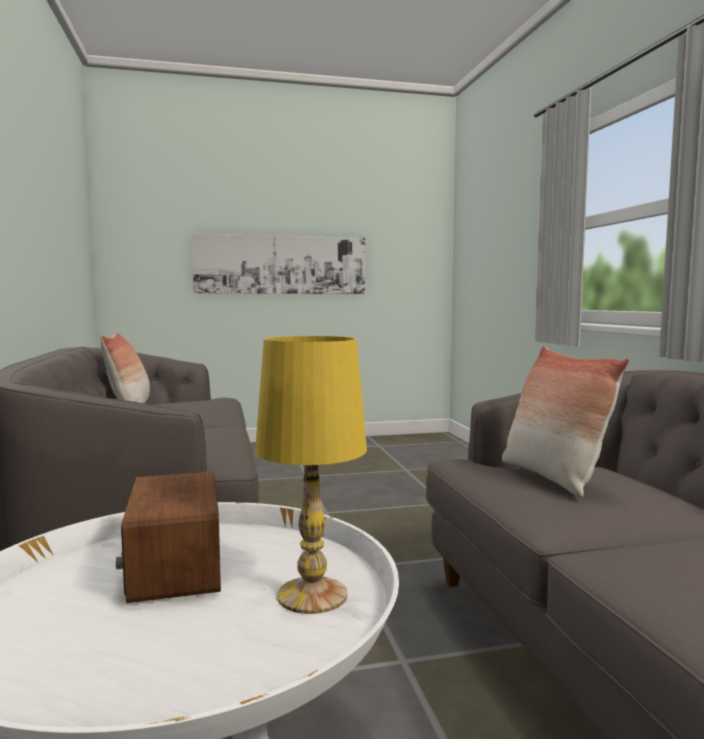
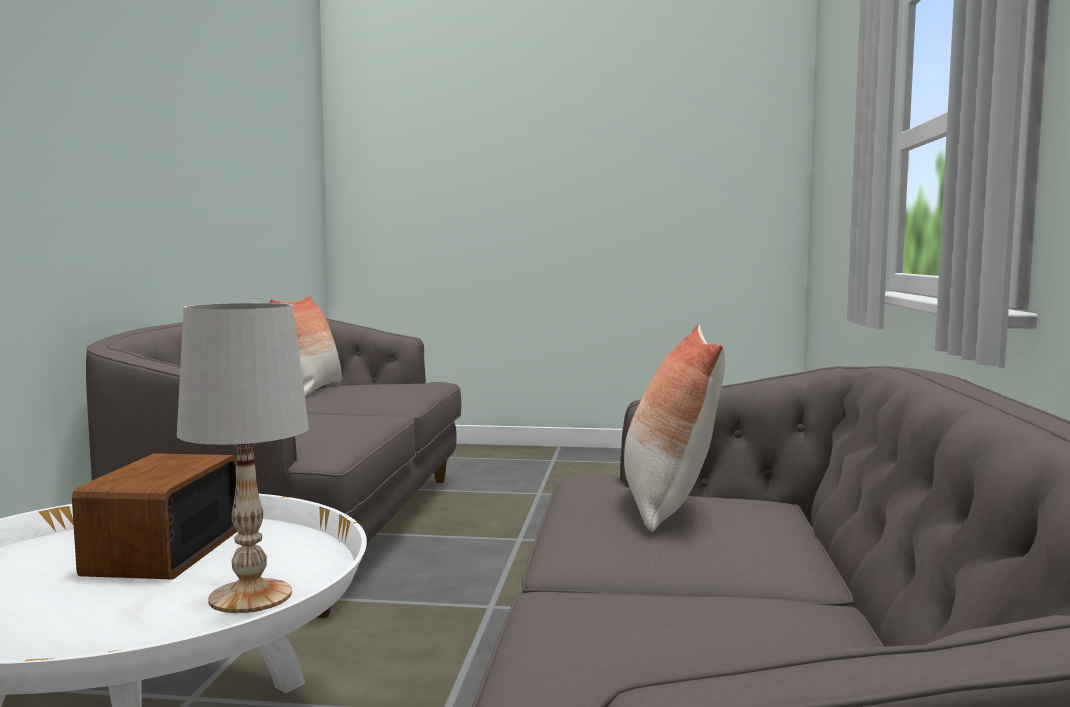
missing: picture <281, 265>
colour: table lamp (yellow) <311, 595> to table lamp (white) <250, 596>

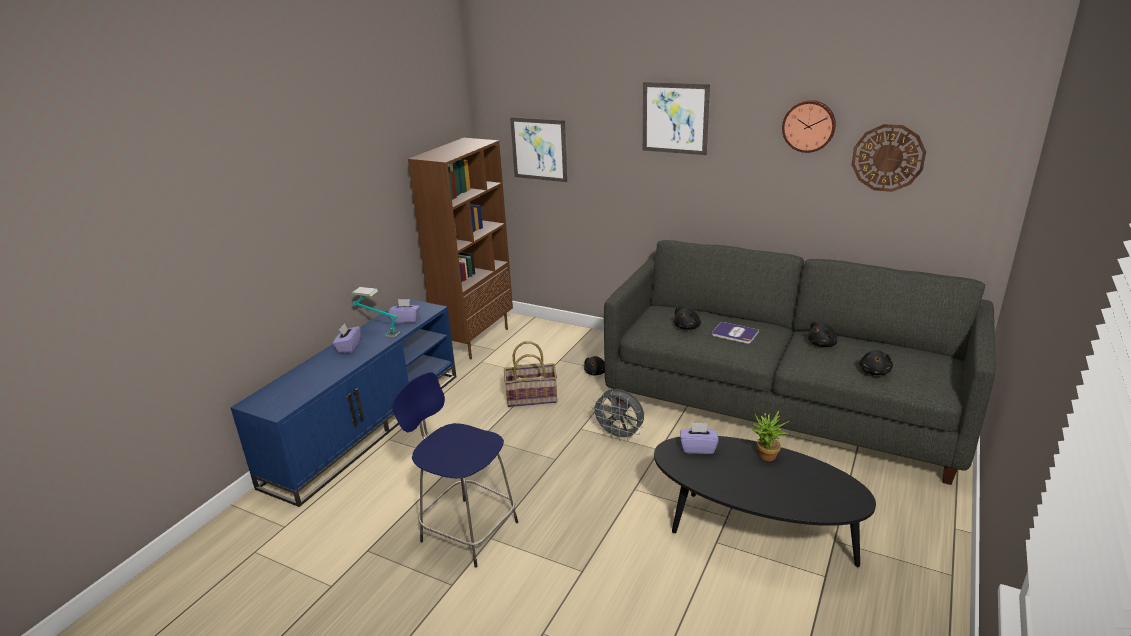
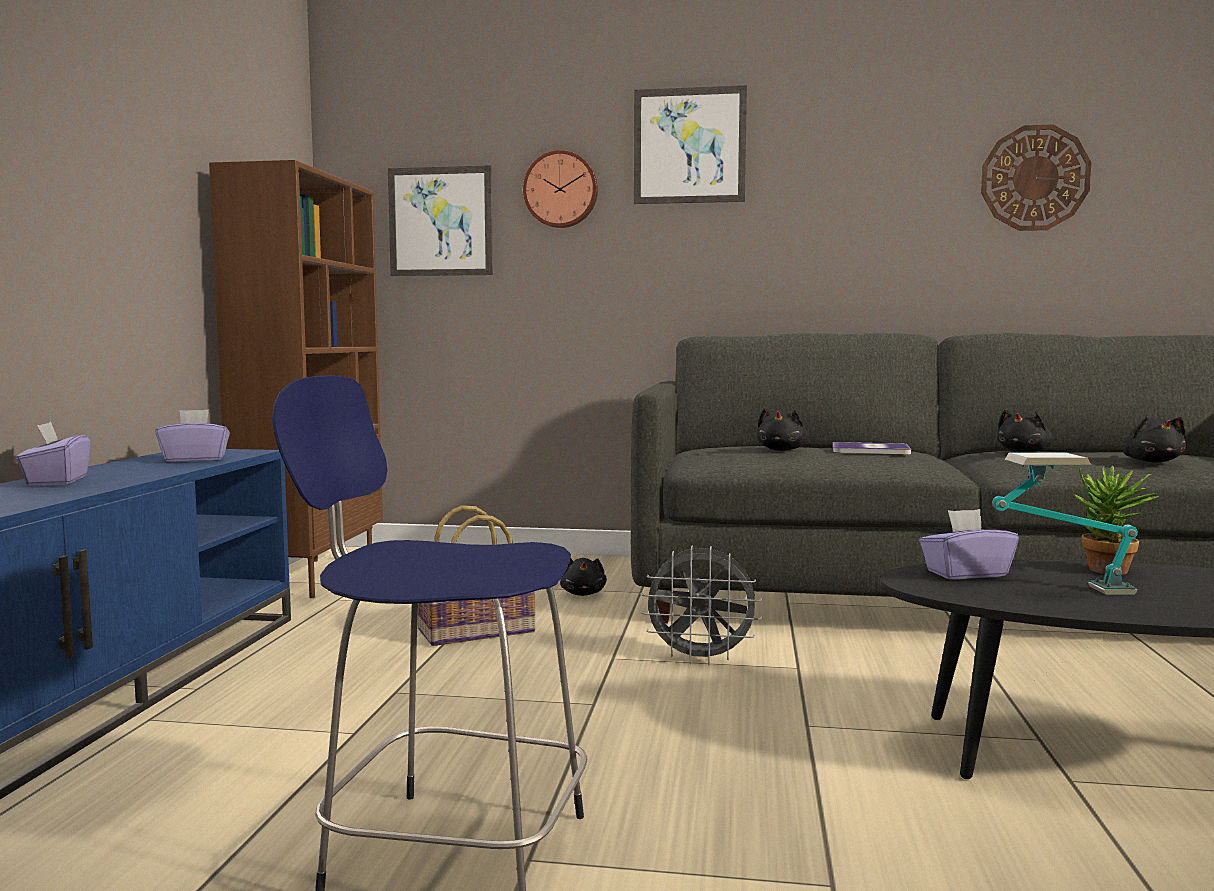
relocated: wall clock <809, 126> to <561, 190>; table lamp <378, 332> to <1061, 590>

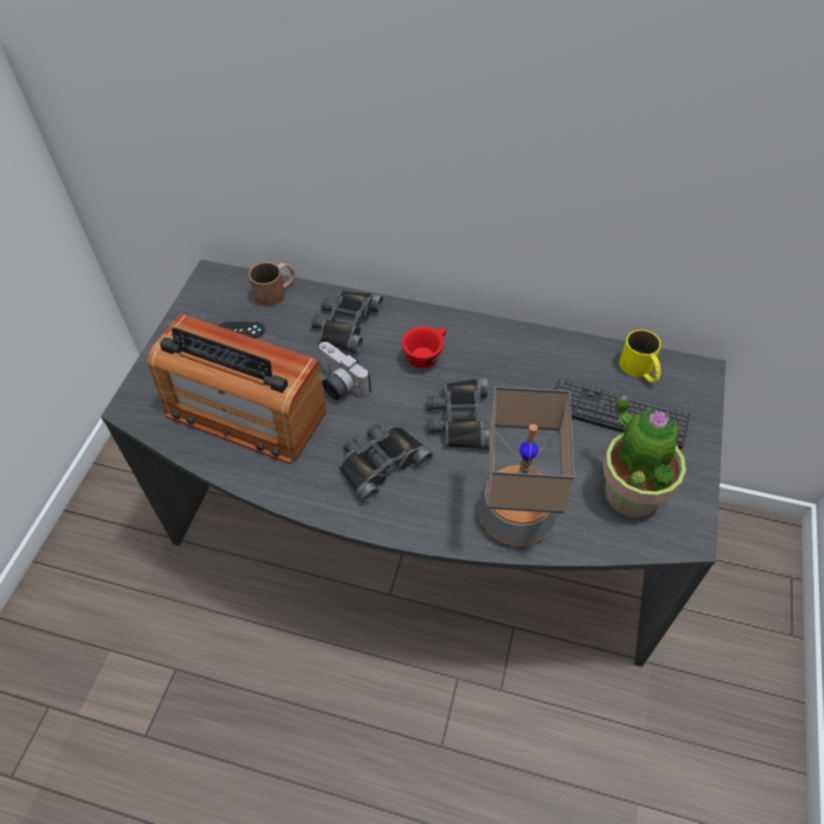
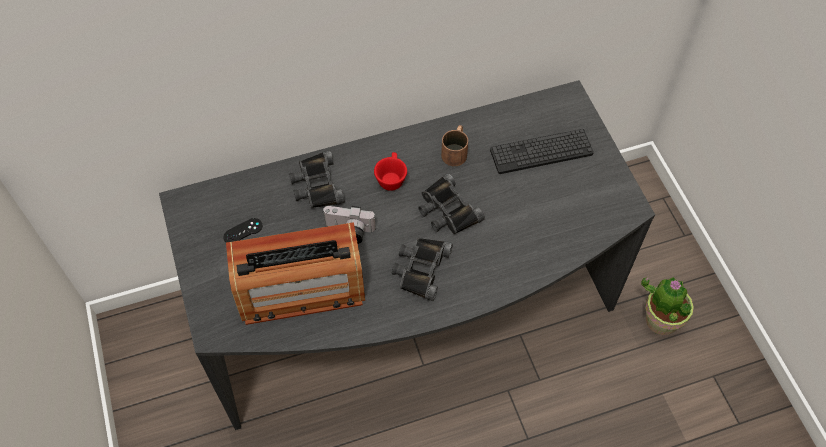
missing: table lamp <516, 514>; mug (yellow) <640, 370>
relocated: mug (brown) <276, 292> to <455, 150>; potted plant <631, 492> to <661, 320>

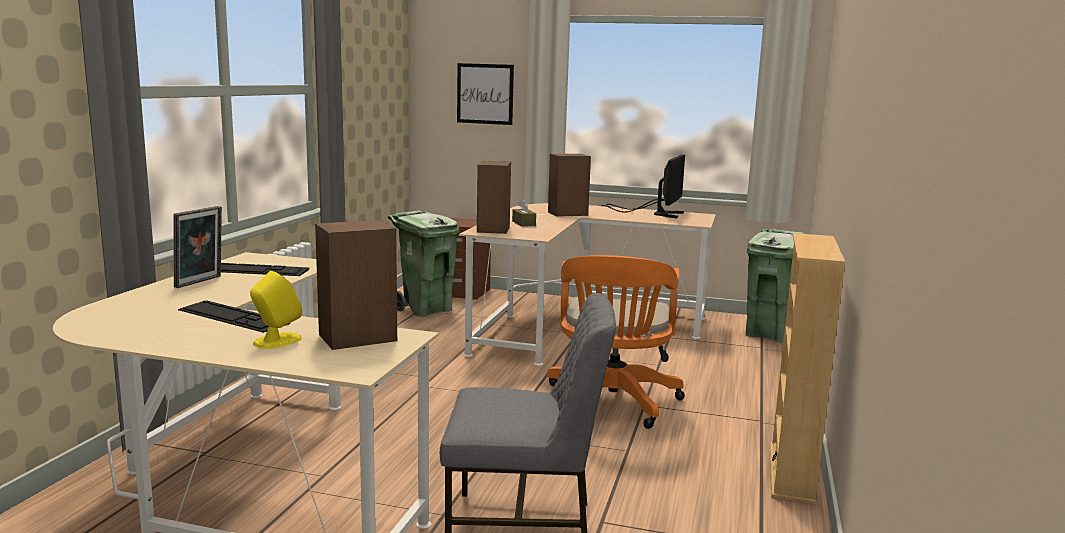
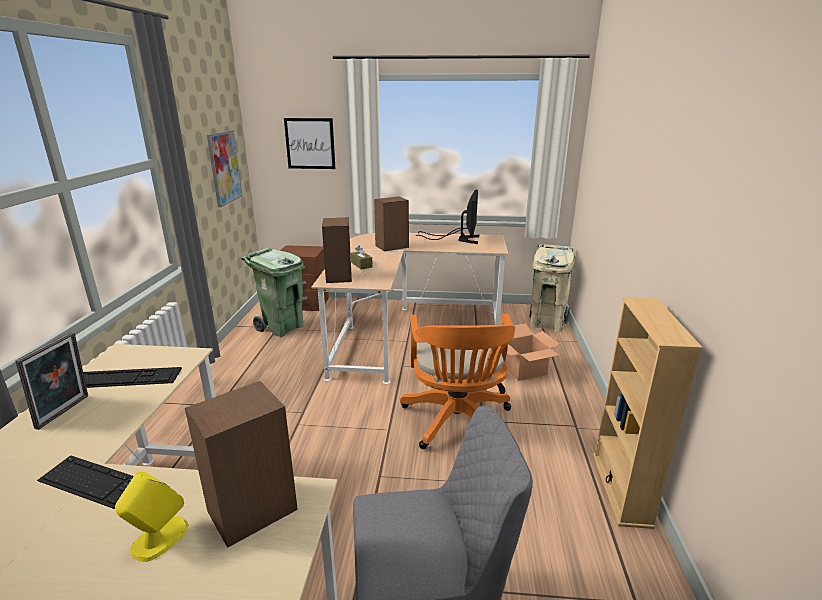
appeared: picture <224, 167>; cardboard box <524, 369>
colour: trash can (green) <770, 334> to trash can (beige) <547, 323>

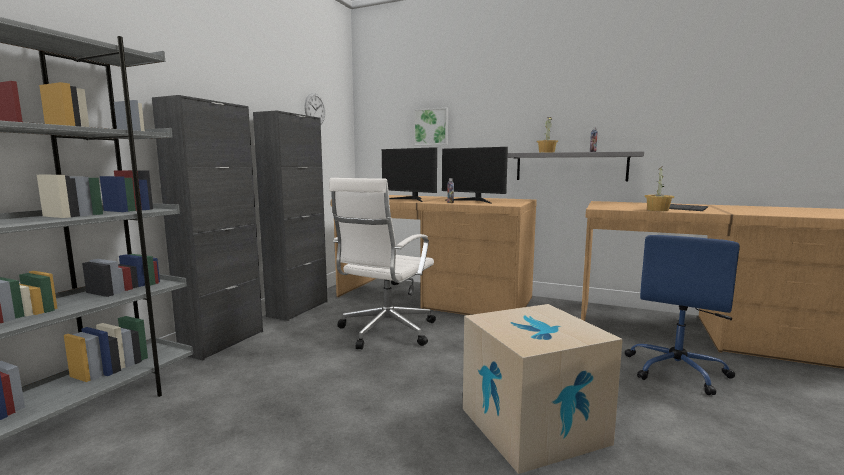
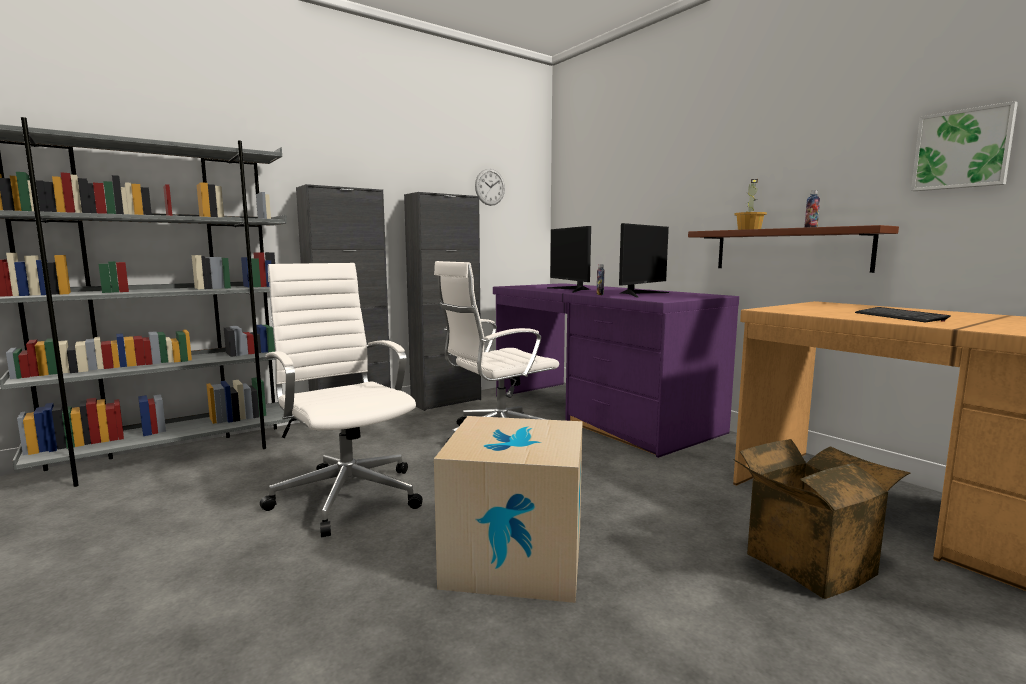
missing: potted plant <658, 210>
appeared: office chair (white) <347, 495>
relocated: picture <431, 127> to <962, 149>
exchanged: office chair (blue) <676, 370> to cardboard box <806, 561>
colour: desk (brown) <433, 297> to desk (purple) <598, 413>; shelf (grey) <570, 166> to shelf (brown) <789, 249>
spun: monitor <474, 201> = <639, 294> 120 degrees counterclockwise

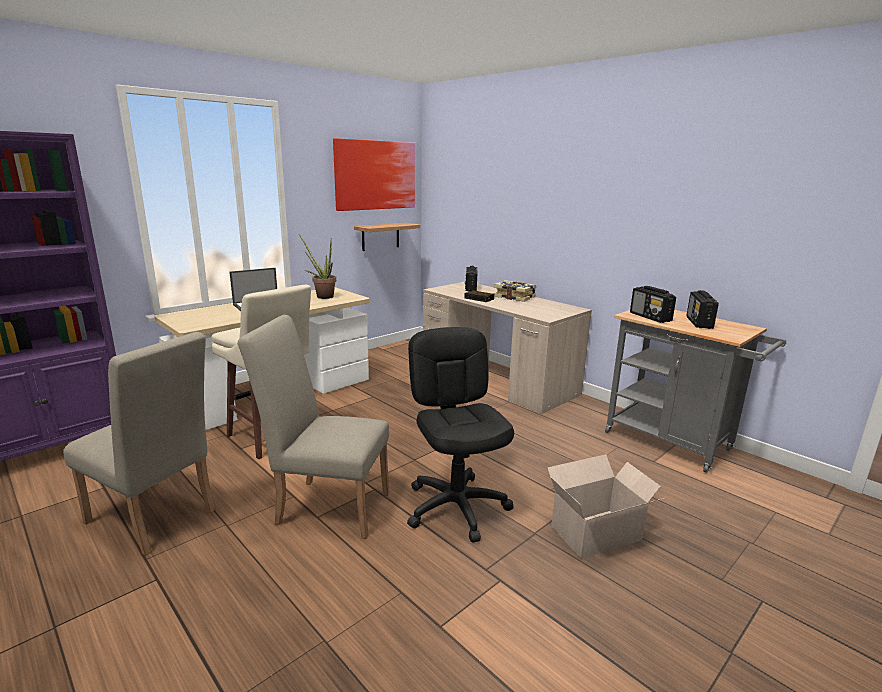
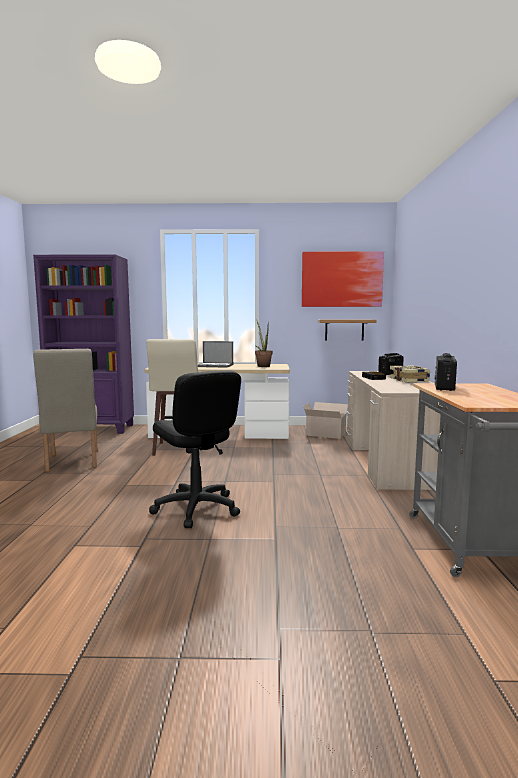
missing: chair (beige) <326, 505>; radio <699, 323>
relocated: cardboard box <598, 533> to <327, 434>
spun: office chair (black) <457, 507> = <196, 509> 120 degrees clockwise

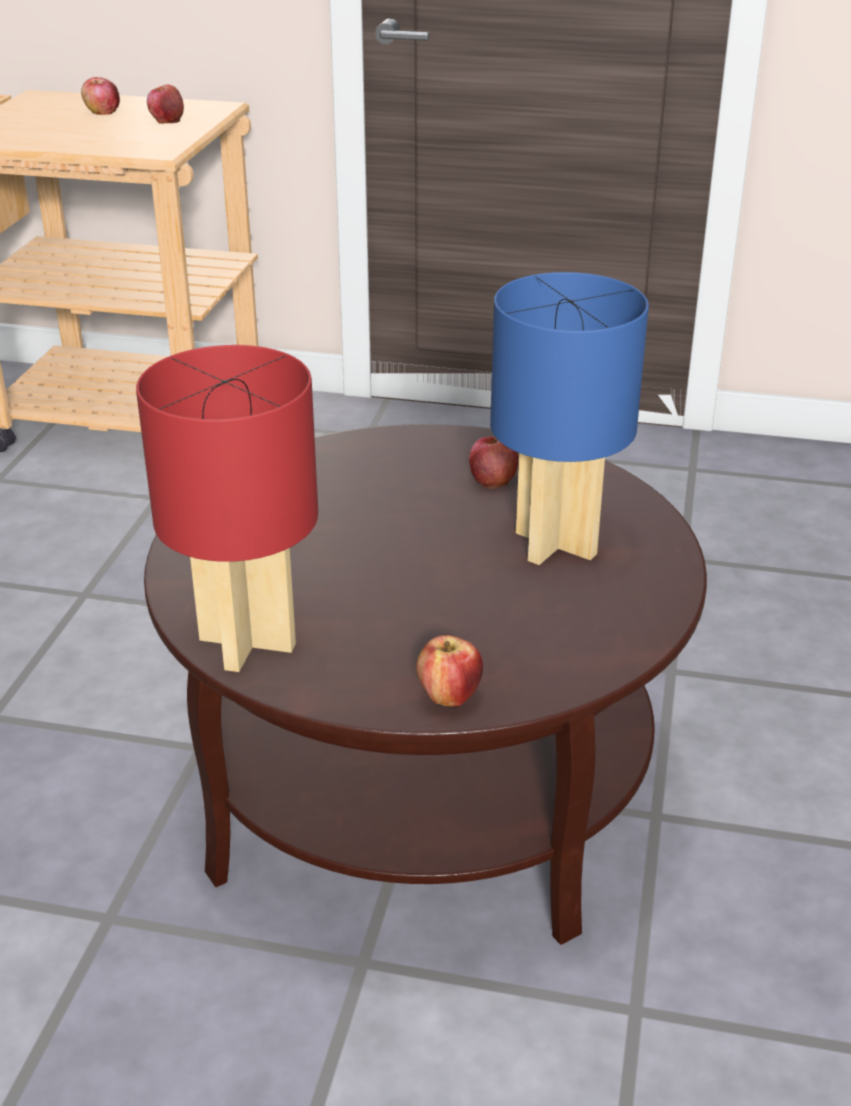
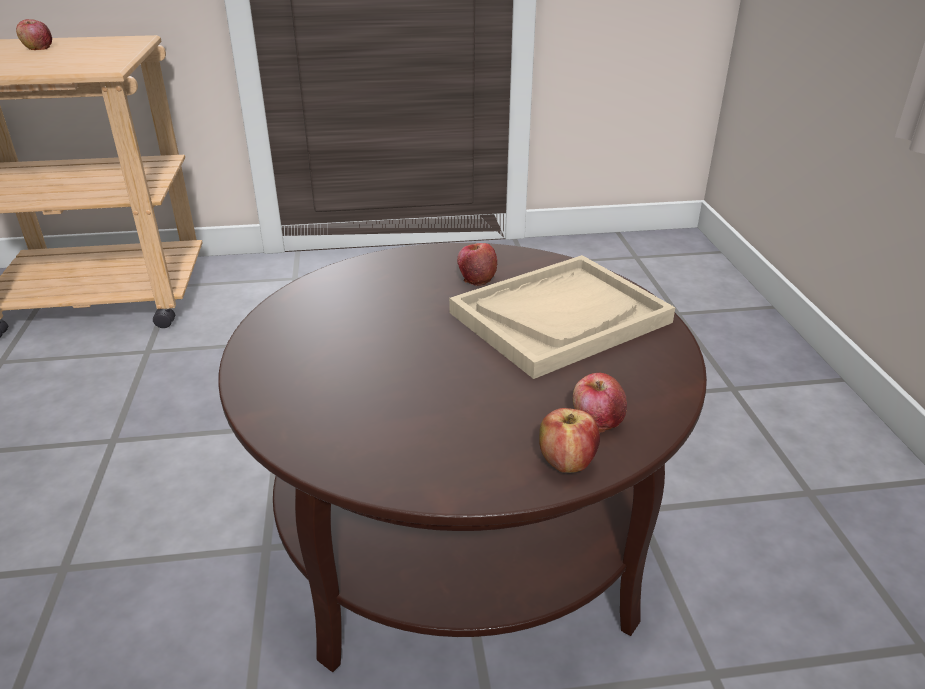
missing: table lamp (red) <247, 643>
relocated: apple <166, 120> to <597, 420>
exchanged: table lamp (blue) <557, 544> to tray (beige) <560, 317>

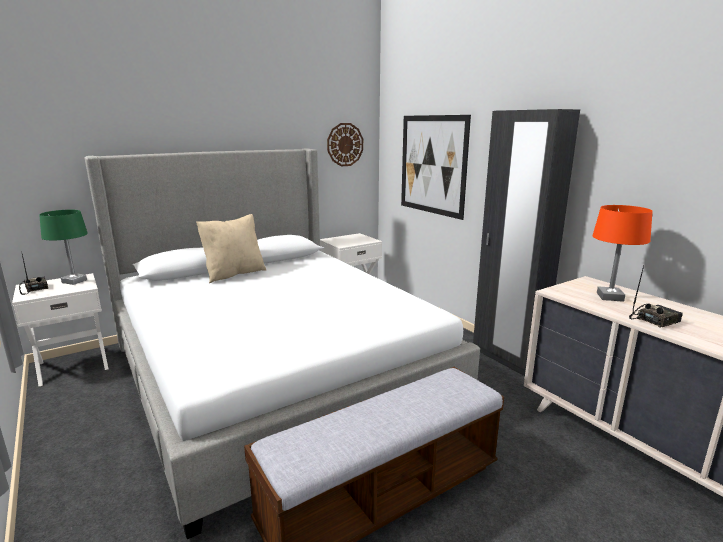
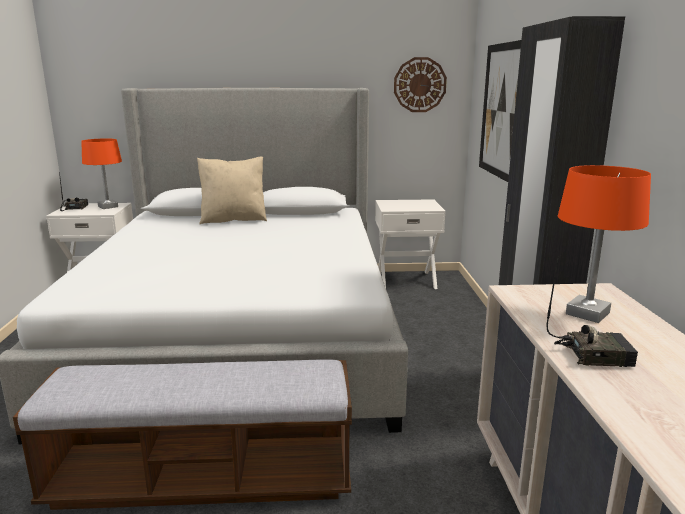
colour: table lamp (green) <74, 281> to table lamp (orange) <108, 207>

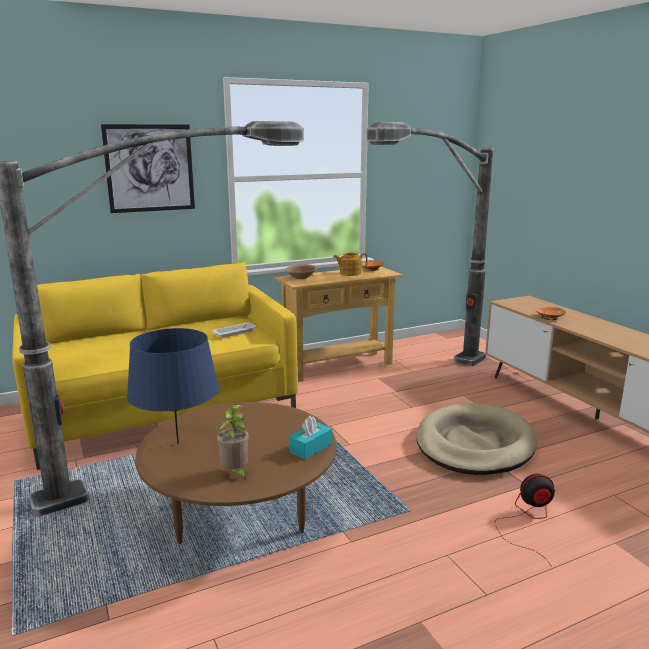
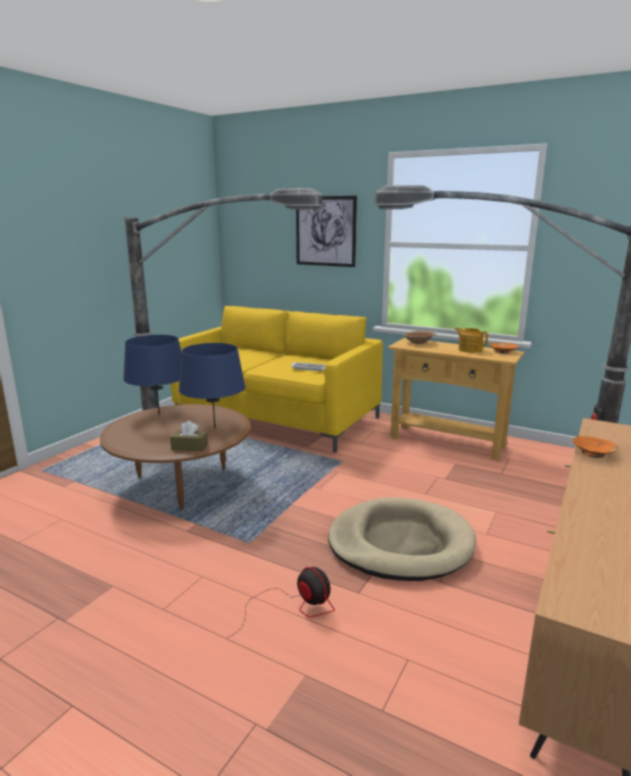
missing: potted plant <235, 473>
appeared: table lamp (blue) <214, 428>
colour: tissue box (turquoise) <310, 448> to tissue box (brown) <189, 447>

